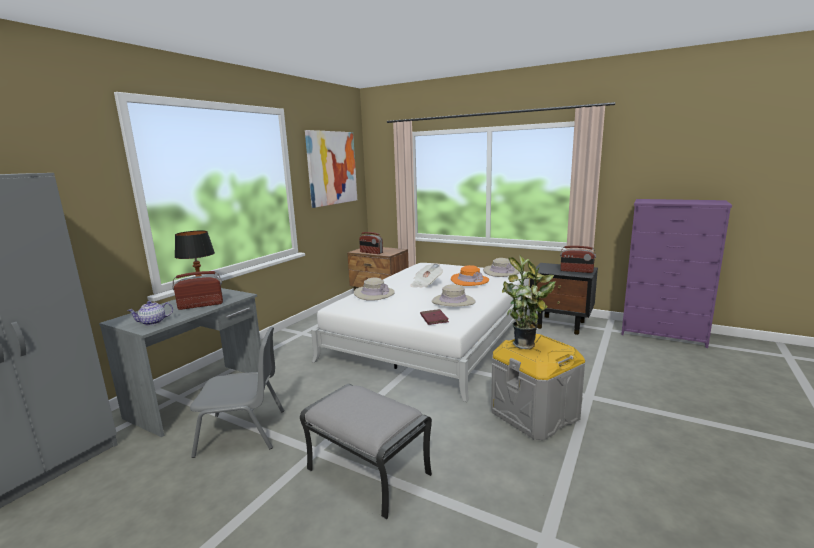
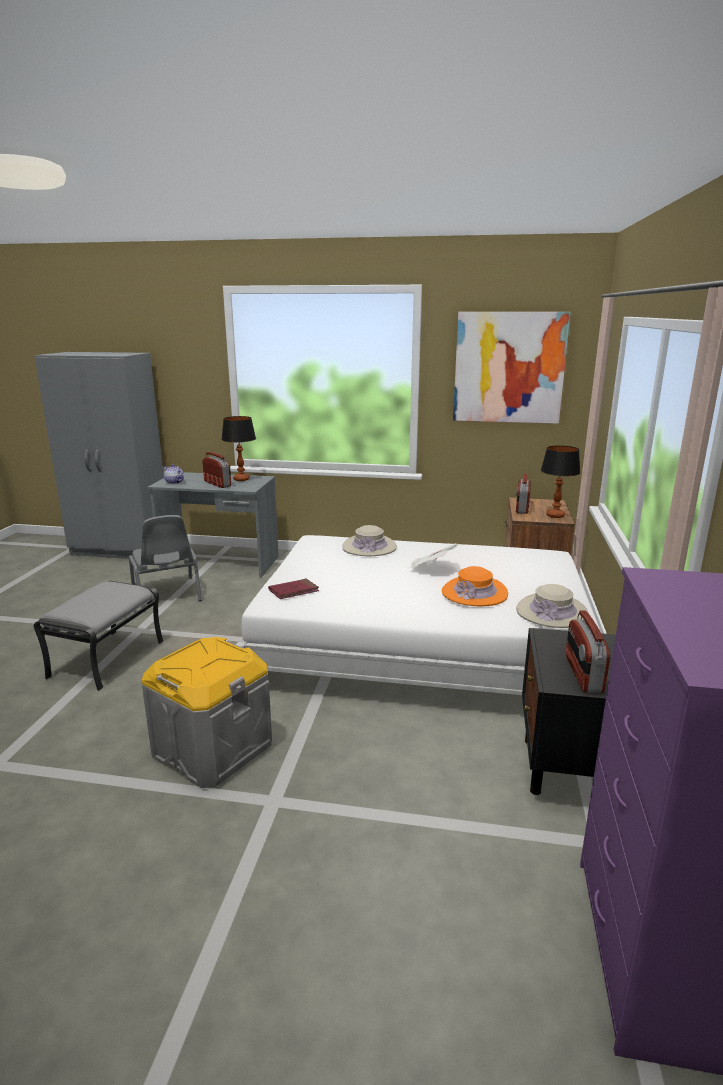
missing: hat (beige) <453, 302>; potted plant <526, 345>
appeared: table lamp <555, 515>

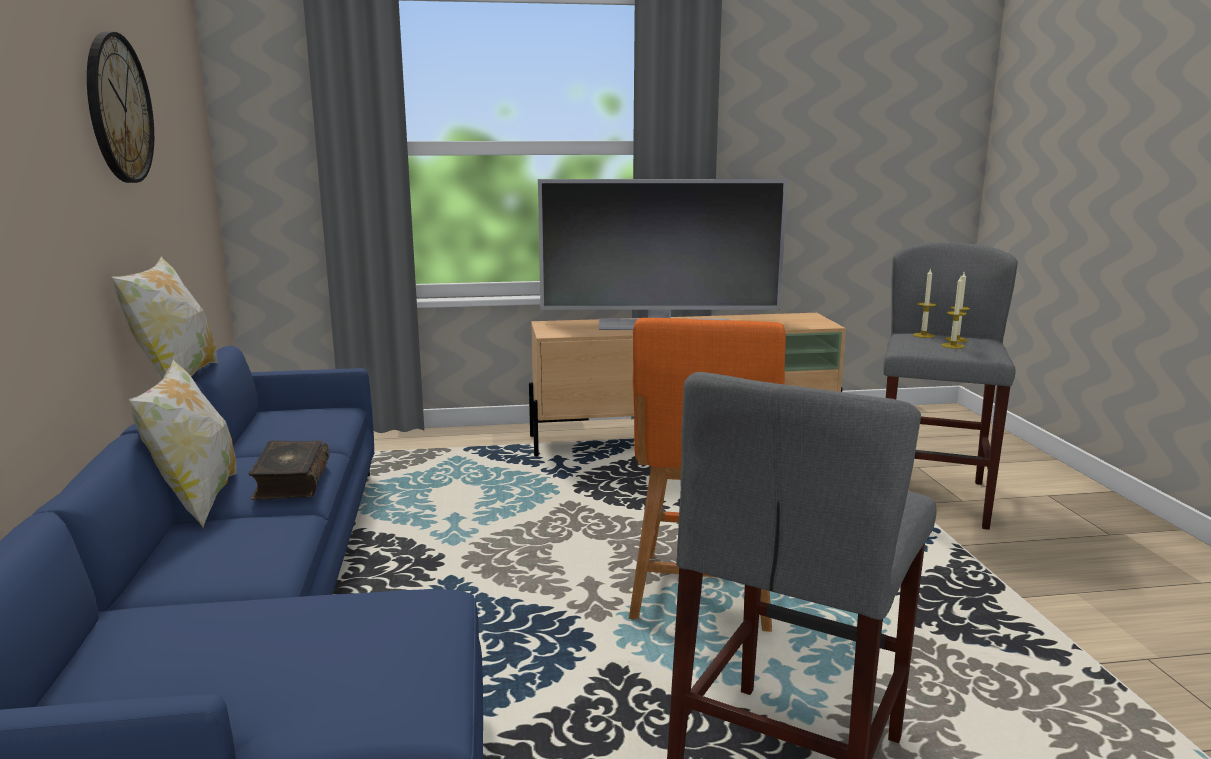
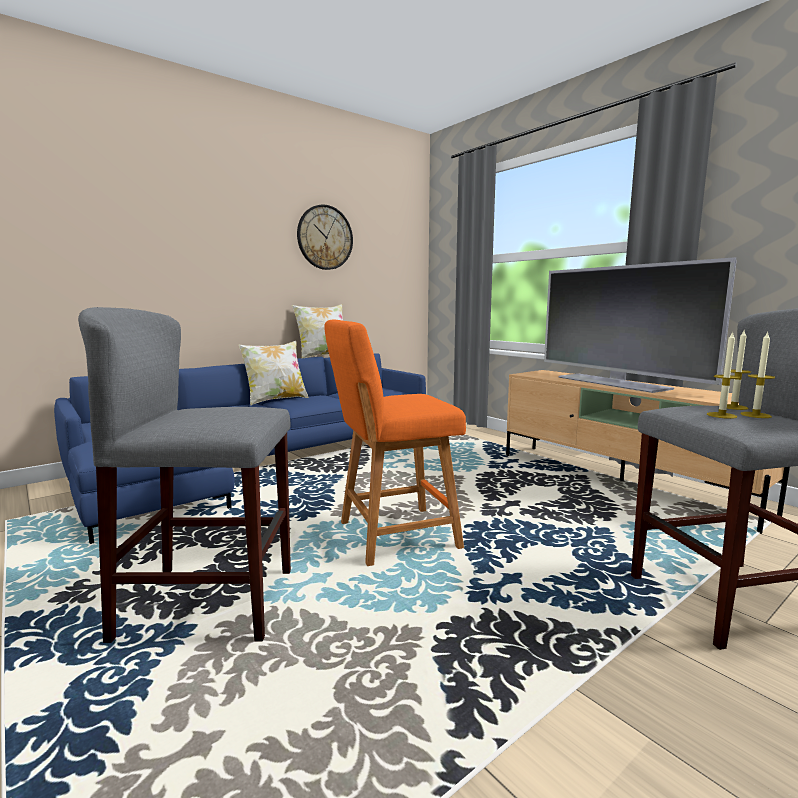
missing: book <290, 482>

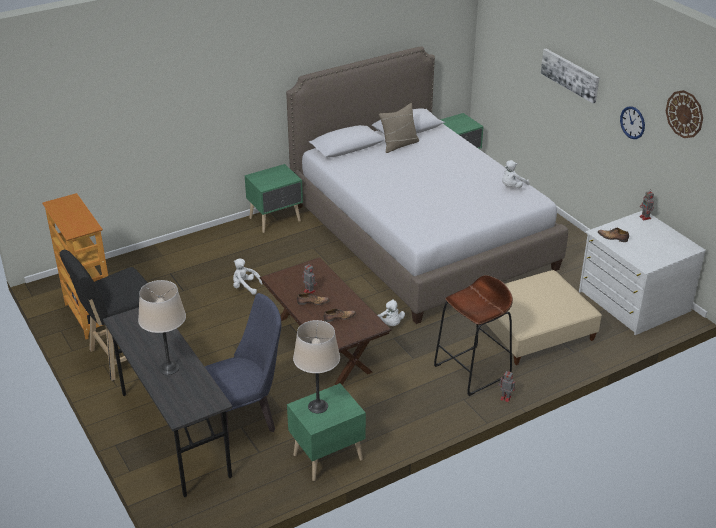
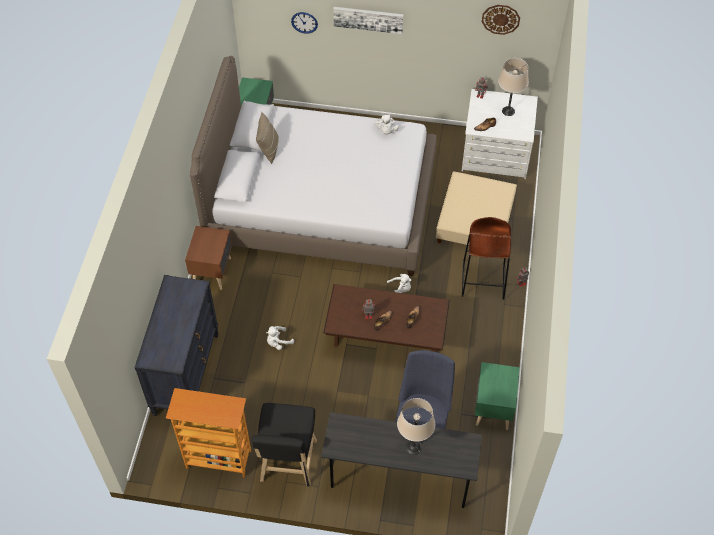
appeared: dresser (black) <186, 373>
relocated: wall clock <632, 122> to <304, 22>; table lamp (beige) <318, 406> to <508, 111>
colour: nightstand (green) <276, 220> to nightstand (brown) <213, 271>

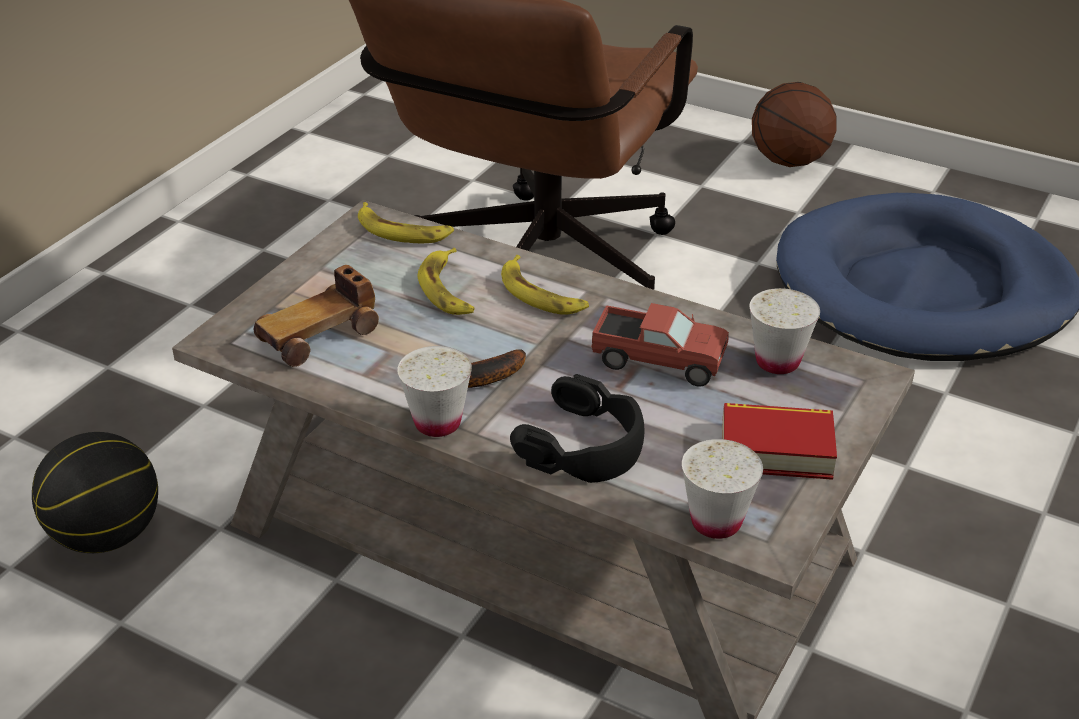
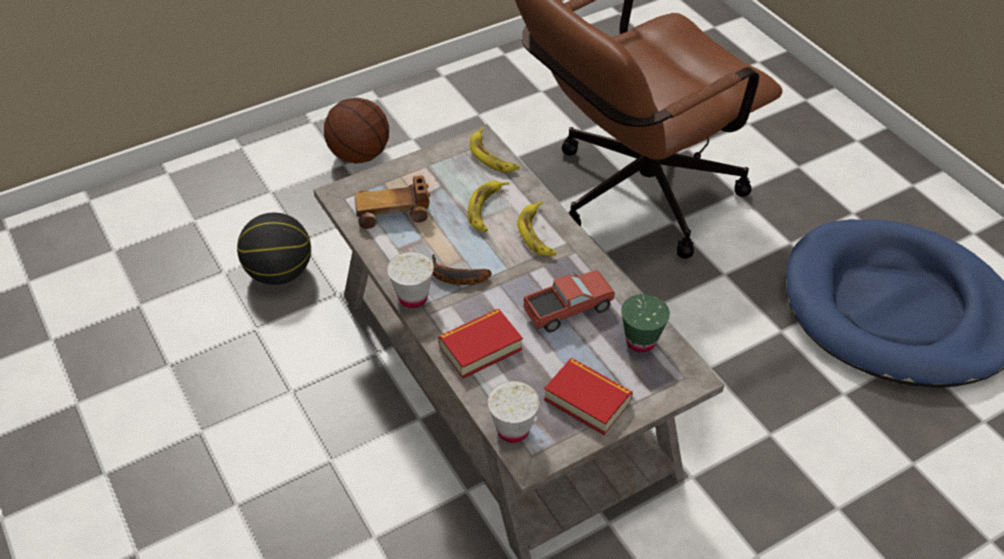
relocated: basketball <790, 161> to <360, 155>
exchanged: headphones (black) <584, 445> to book <480, 348>
colour: cup (white) <777, 361> to cup (green) <641, 341>
spun: toy truck <658, 362> = <568, 311> 75 degrees counterclockwise

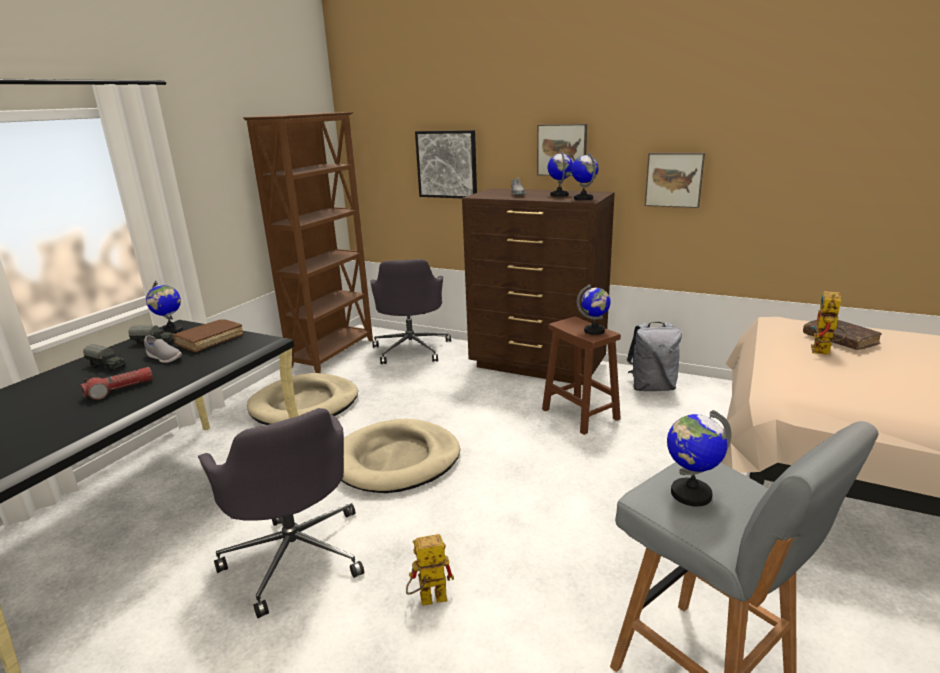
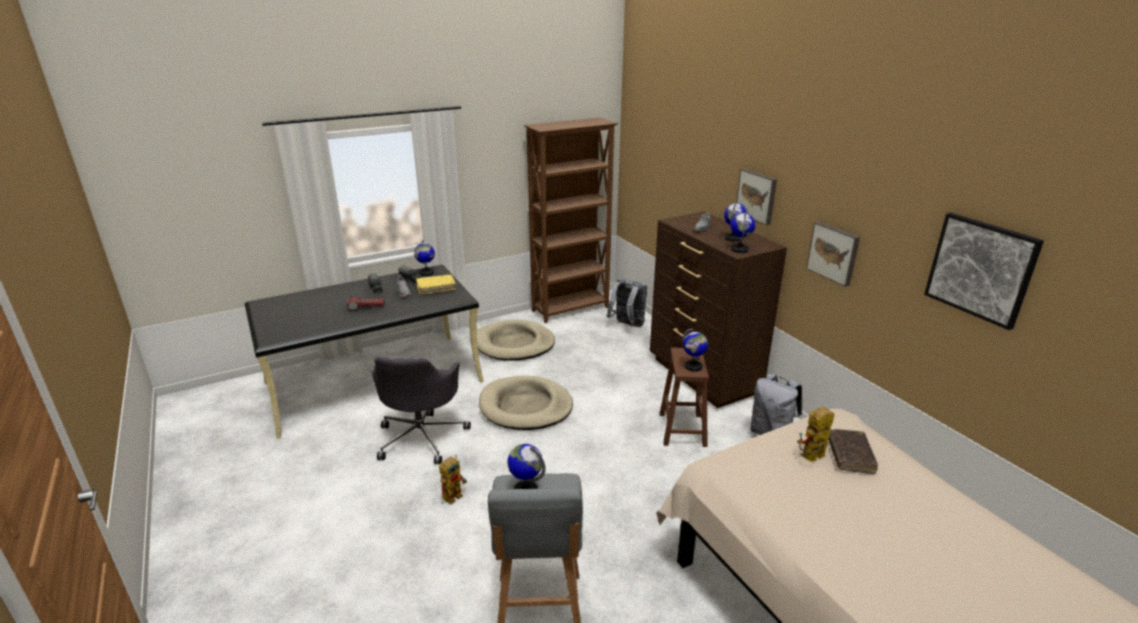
relocated: picture <447, 164> to <981, 269>
exchanged: office chair (grey) <412, 349> to backpack (grey) <627, 325>
colour: book (brown) <210, 341> to book (yellow) <436, 288>
spun: toy robot <427, 600> = <454, 494> 105 degrees clockwise

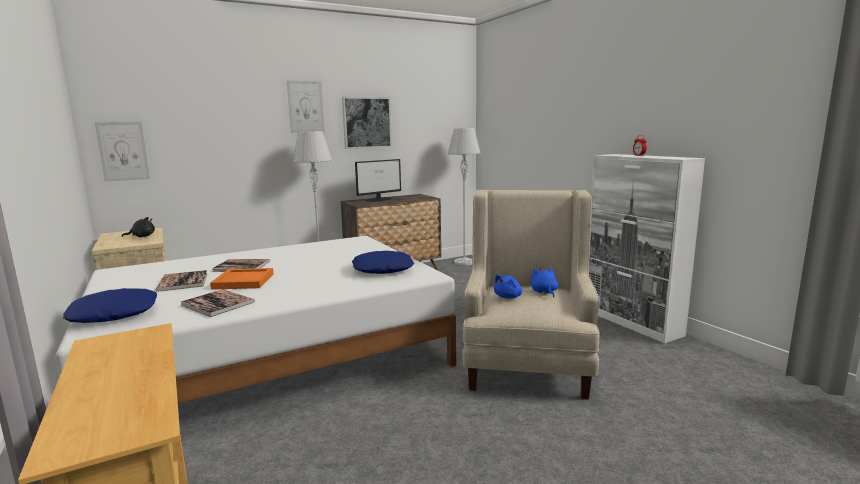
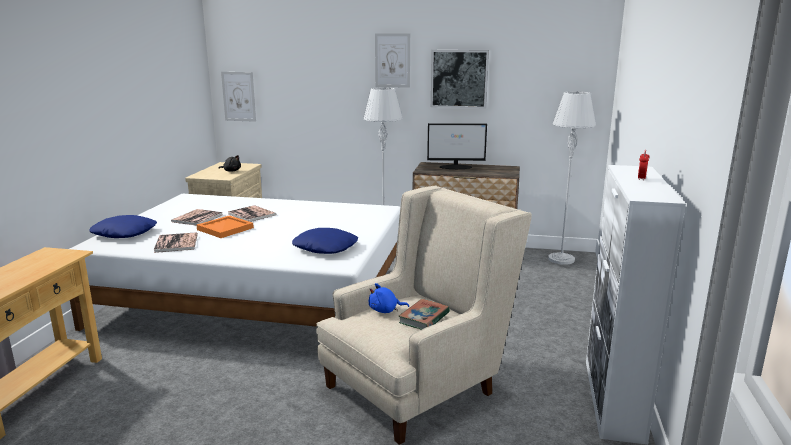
exchanged: plush toy (blue) <544, 292> to book <424, 318>

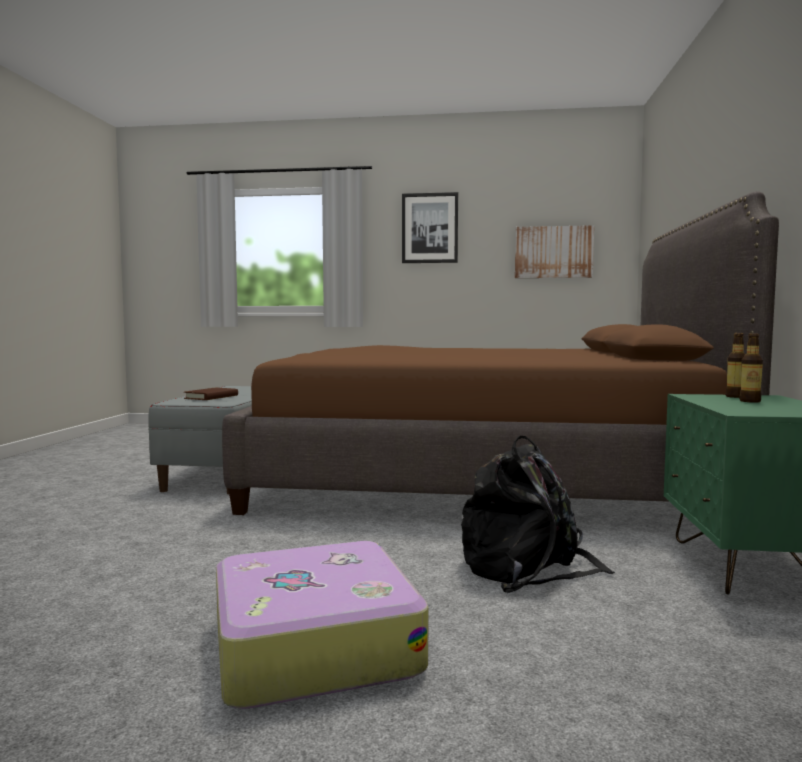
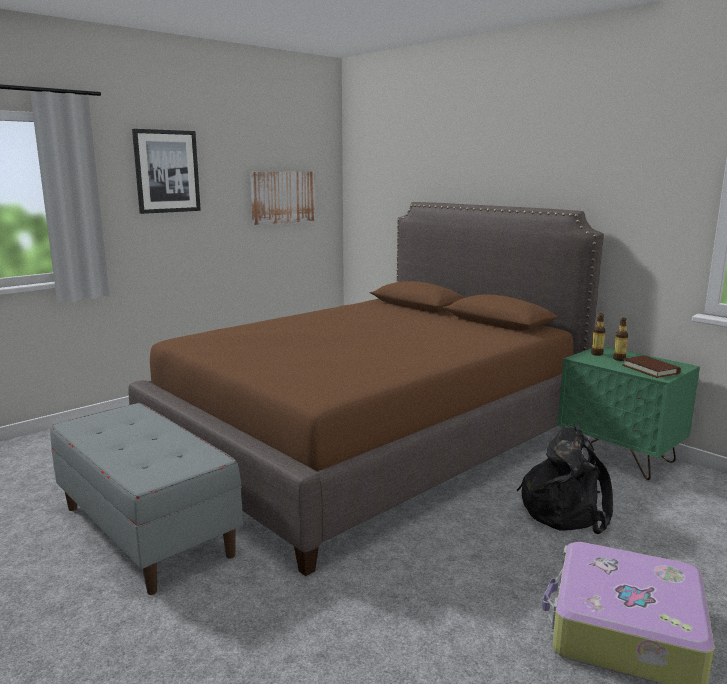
relocated: book (brown) <211, 397> to <650, 369>

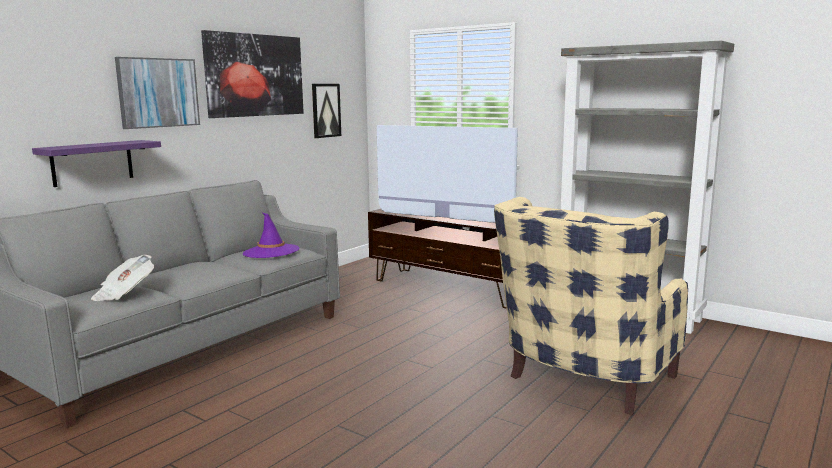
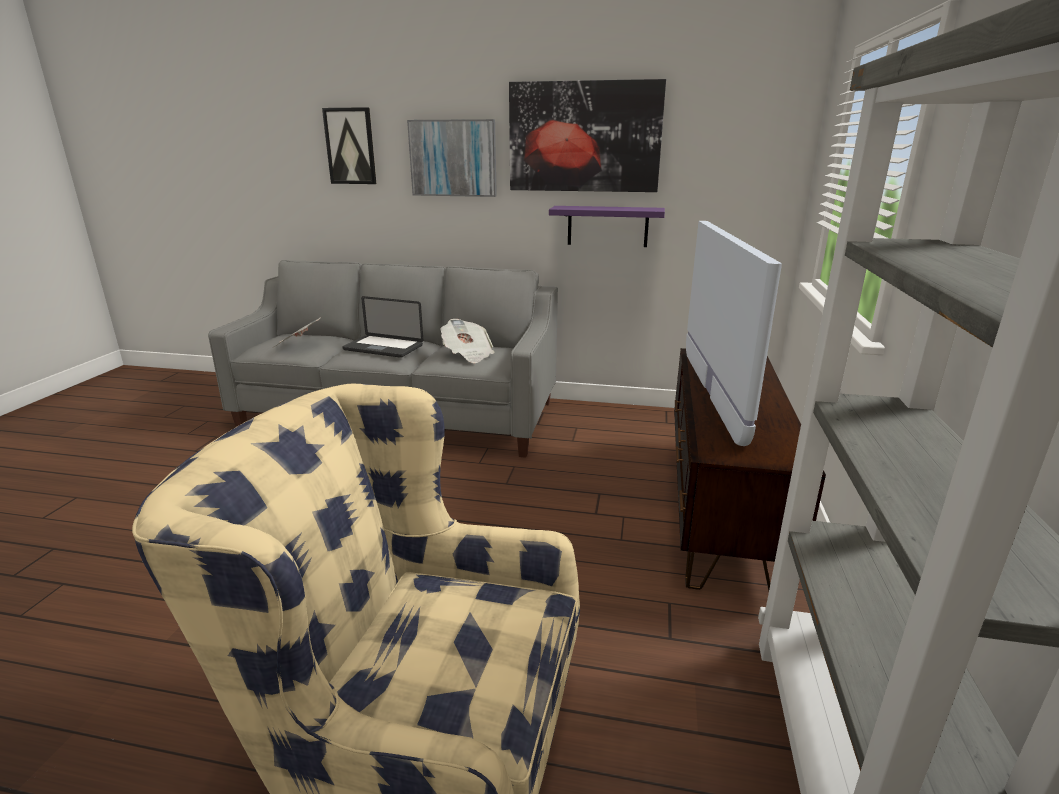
appeared: laptop <383, 347>
relocated: picture <325, 110> to <350, 146>; shelf (purple) <92, 163> to <607, 226>
exchanged: hat (purple) <271, 252> to newspaper <468, 354>

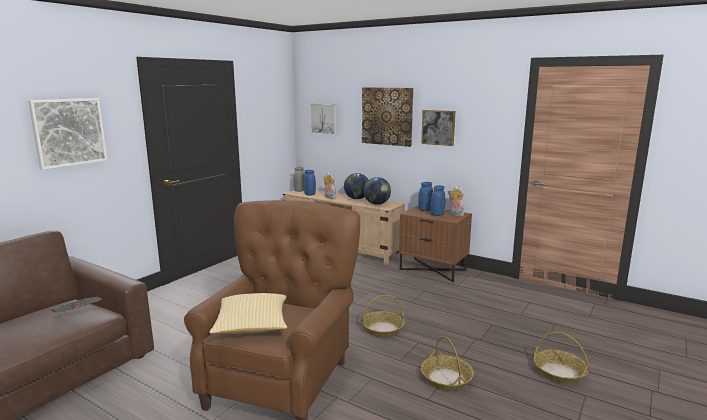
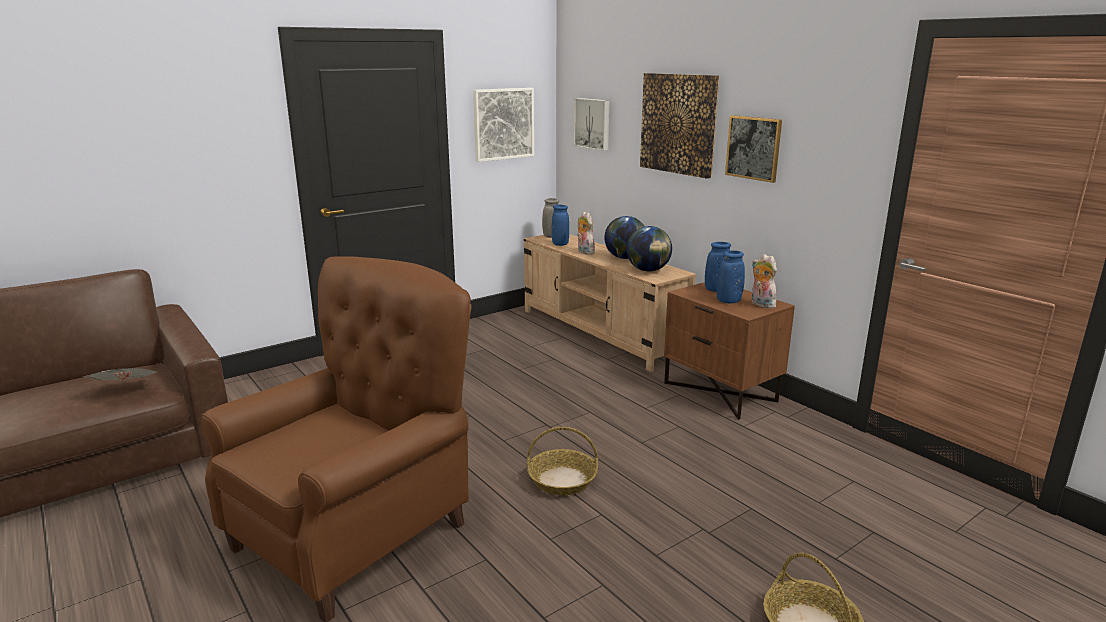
missing: pillow <251, 326>; basket <446, 379>
relocated: picture <69, 132> to <503, 124>

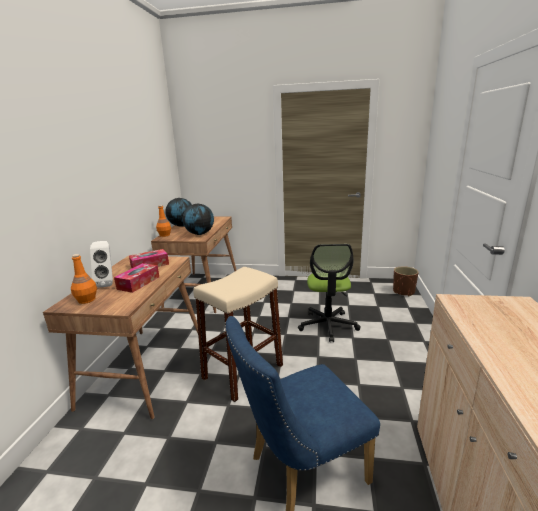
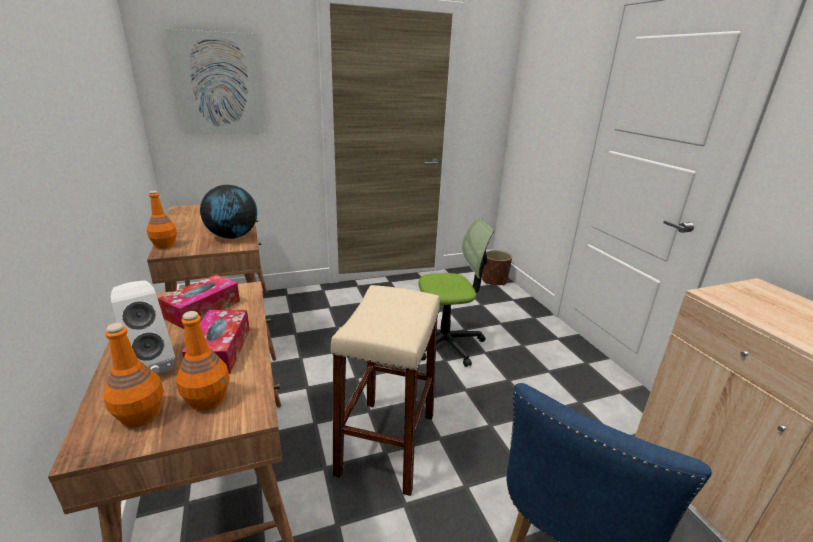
missing: globe <182, 225>
appeared: picture <219, 84>; bottle (orange) <207, 399>
spun: office chair <328, 325> = <446, 343> 75 degrees counterclockwise

